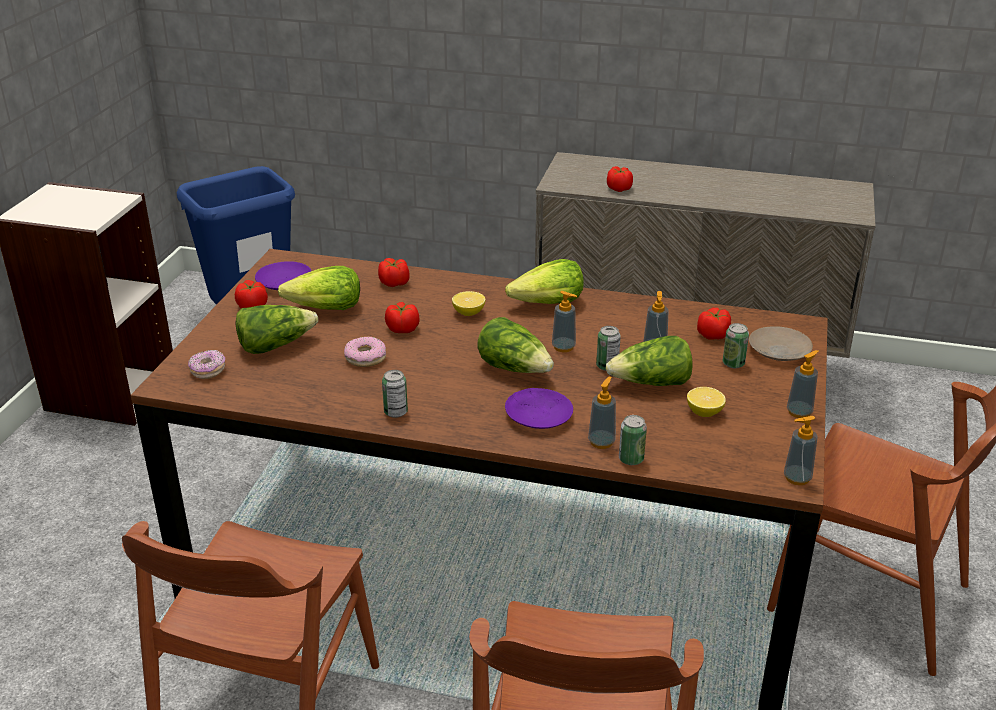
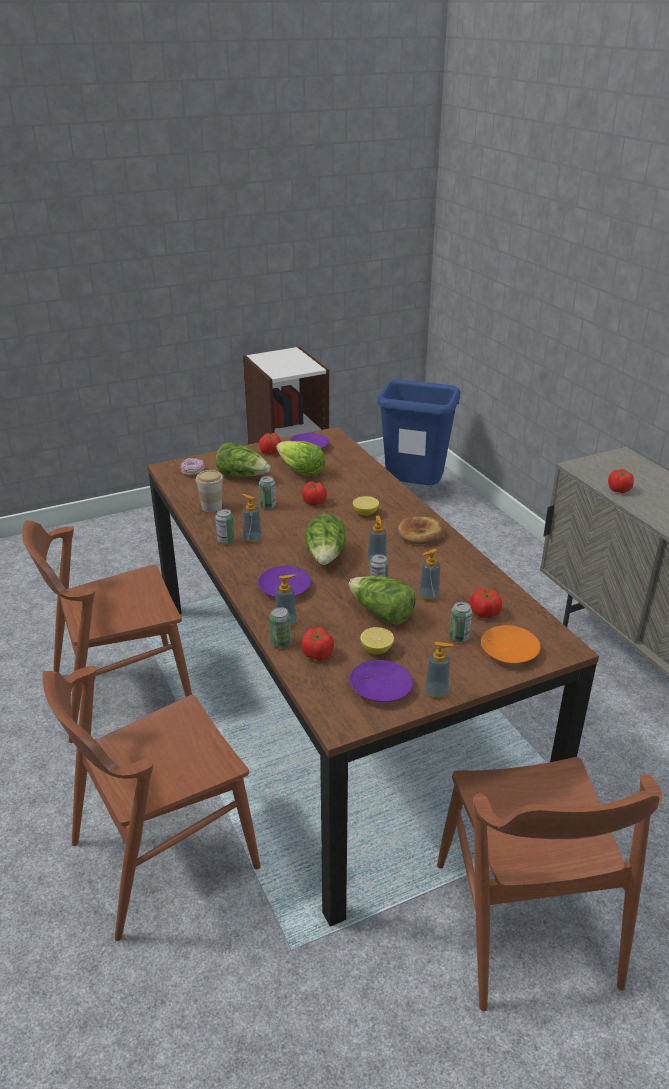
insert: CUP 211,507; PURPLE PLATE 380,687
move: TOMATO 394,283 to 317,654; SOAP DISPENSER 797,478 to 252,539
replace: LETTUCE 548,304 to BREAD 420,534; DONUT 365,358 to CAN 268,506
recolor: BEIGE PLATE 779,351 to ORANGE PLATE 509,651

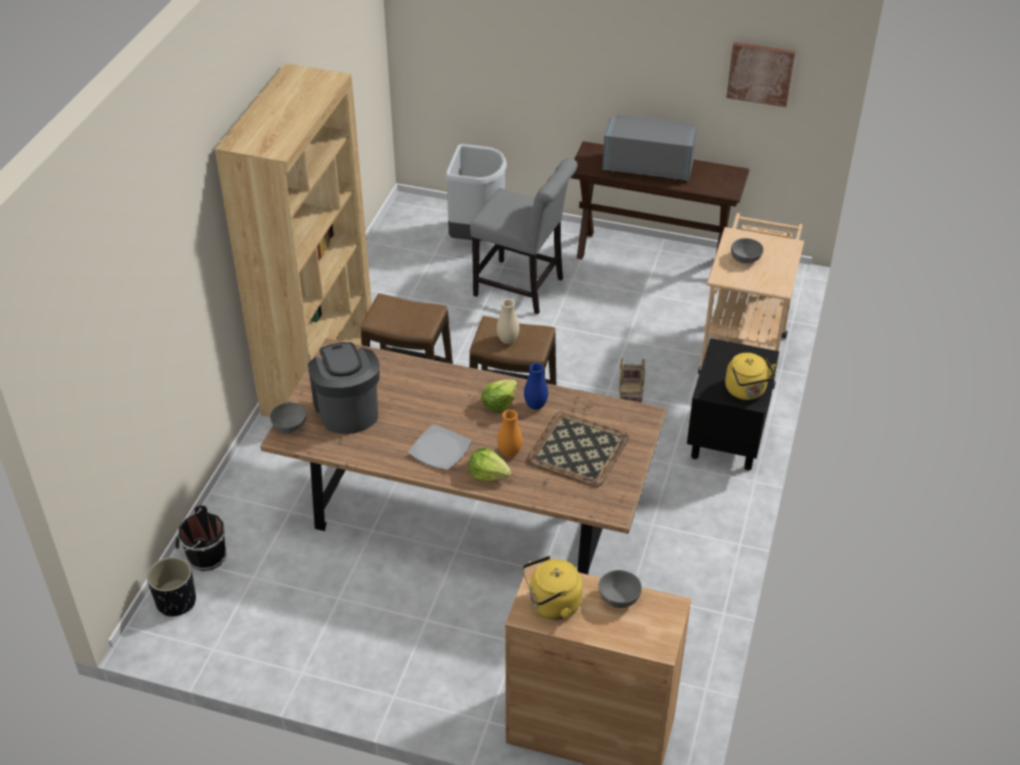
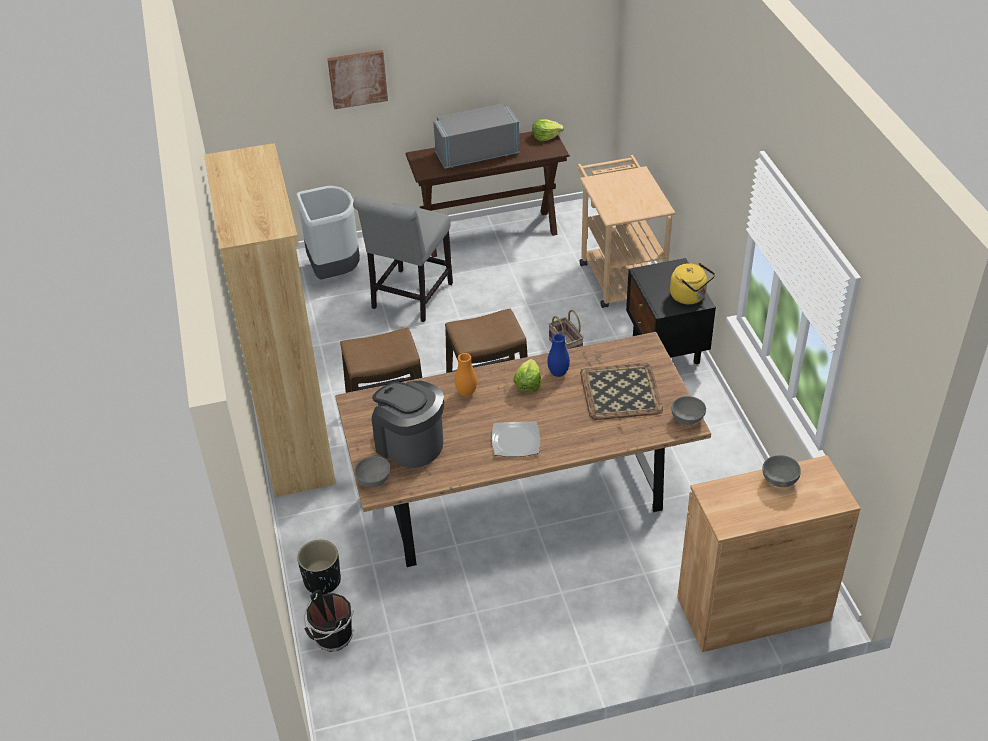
delete: BEIGE VASE 508,340; YELLOW KETTLE 552,605
move: PICTURE 760,73 to 357,78; GREY BOWL 745,260 to 688,419; ORANGE VASE 509,453 to 466,393; LETTUCE 488,474 to 546,136; BLACK PLANTER 176,601 to 322,581
rotate: GREY CHAIR 523,288 = 409,298 120 degrees clockwise

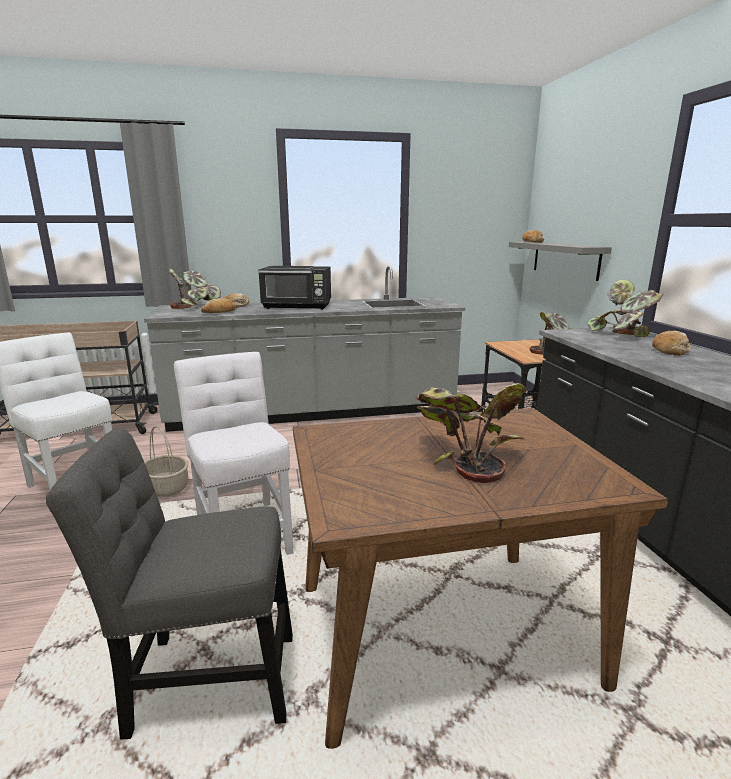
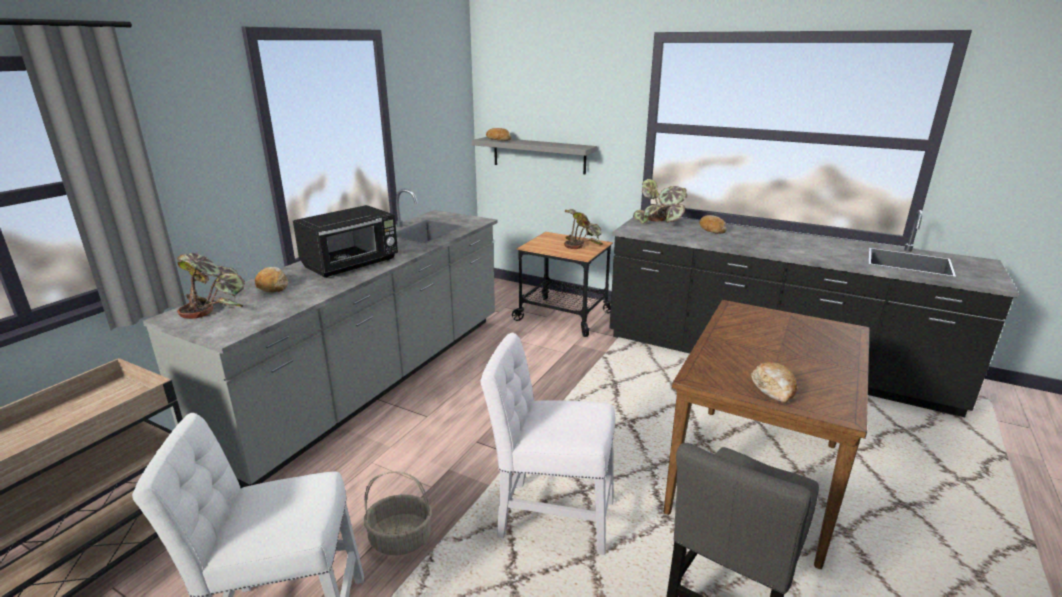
delete: POTTED PLANT 463,457
move: BREAD 219,312 to 774,389

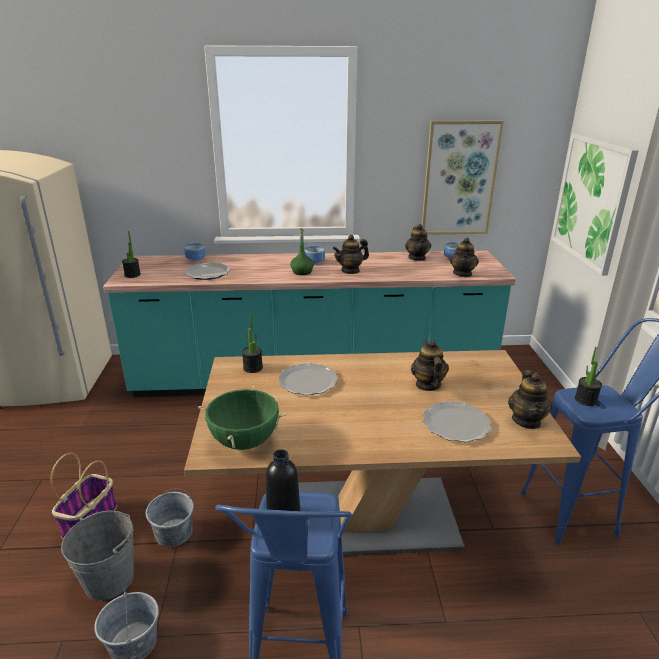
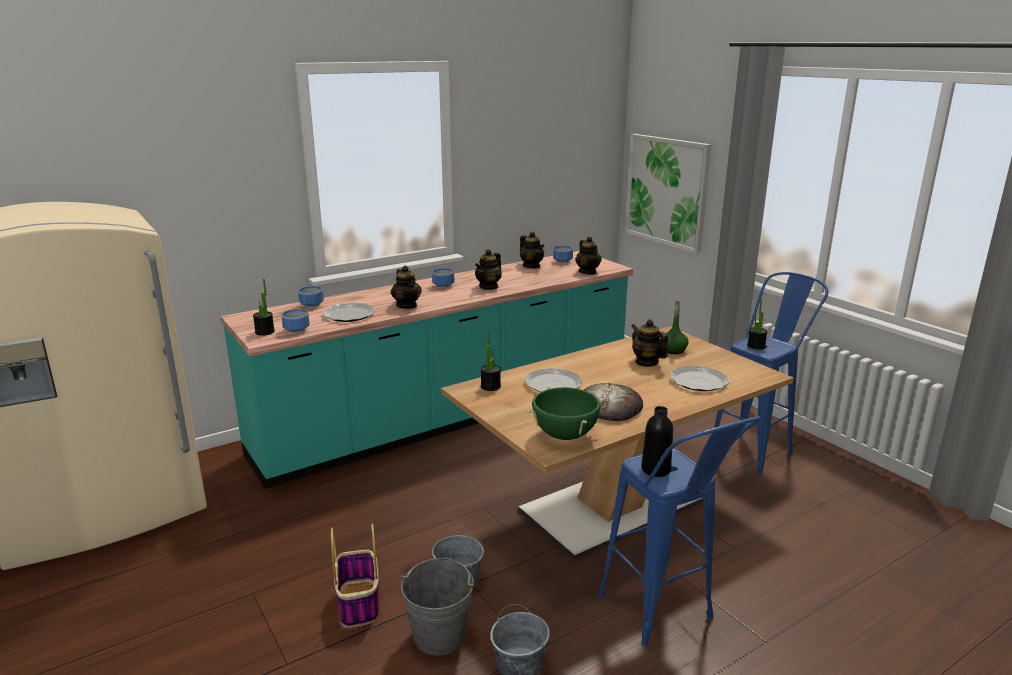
delete: PICTURE 459,179
insert: BOWL 297,330; BREAD 609,406
move: GREEN BOTTLE 302,272 to 673,350; TEAPOT 526,421 to 407,305

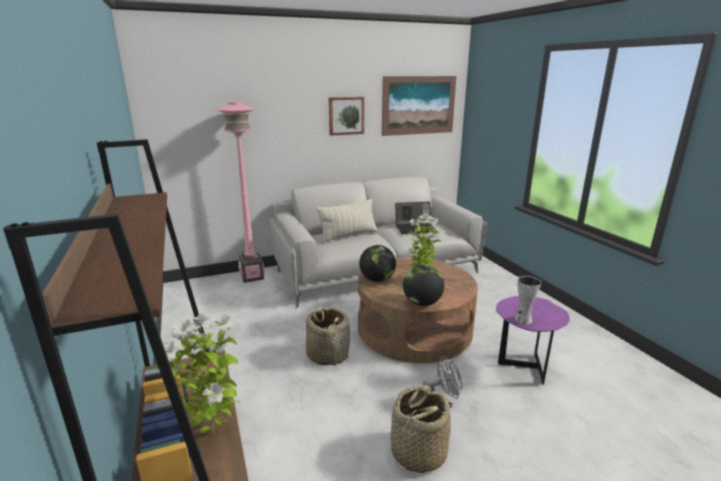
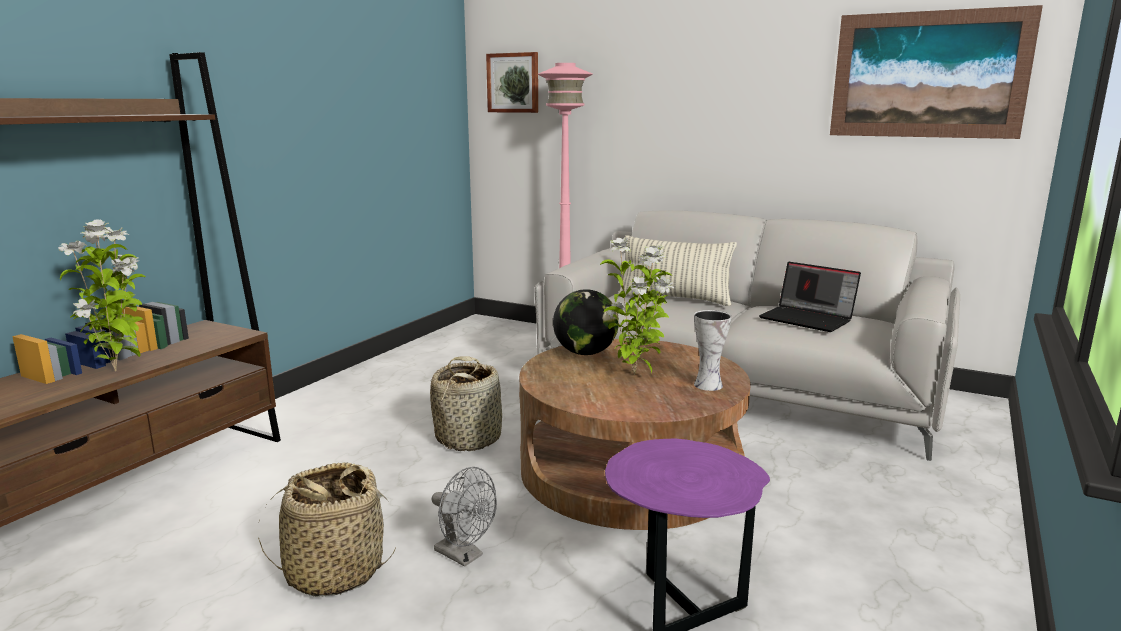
delete: GLOBE 422,303
move: PICTURE 346,115 to 513,83; VASE 522,319 to 707,384

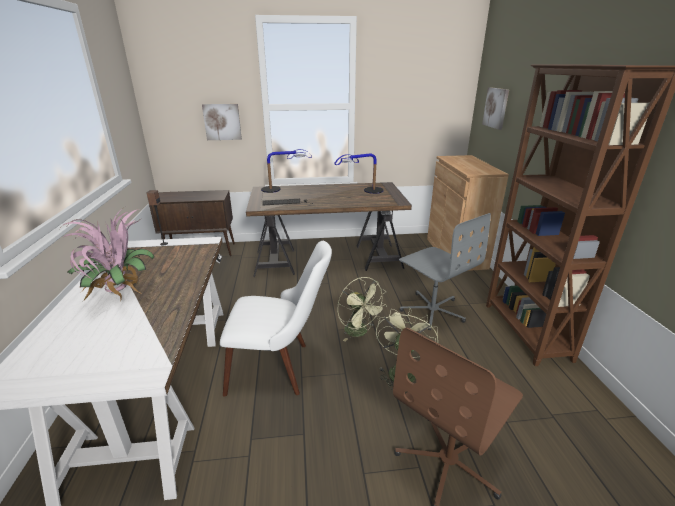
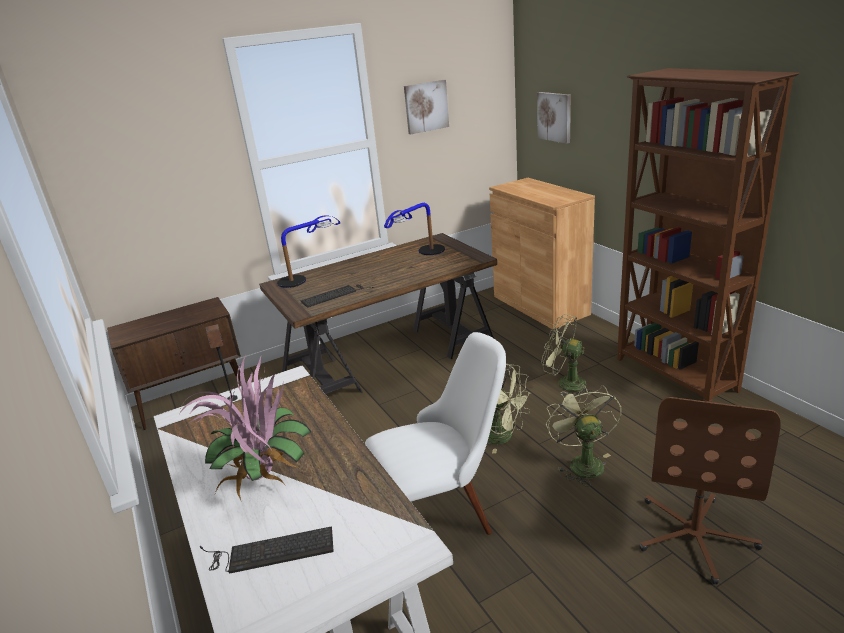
insert: KEYBOARD 268,551
move: PICTURE 222,122 to 426,106
replace: GREY OFFICE CHAIR 432,310 to GREEN FAN 565,383

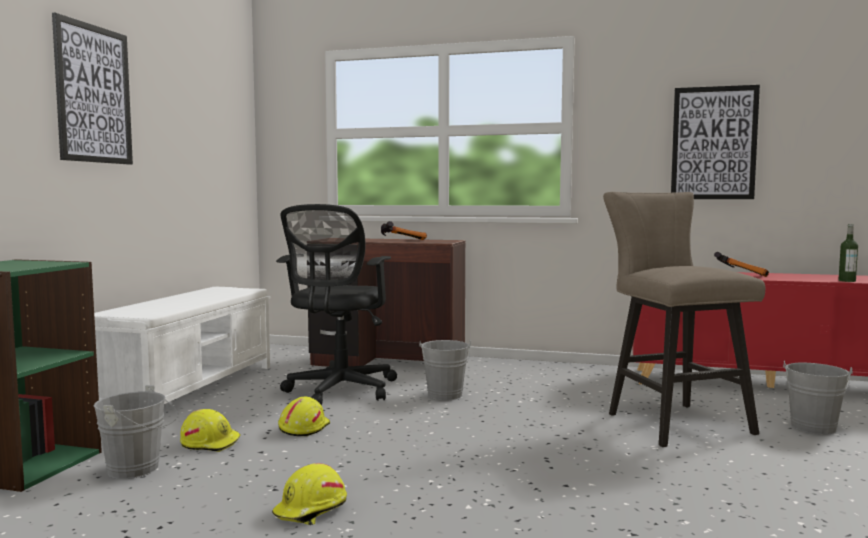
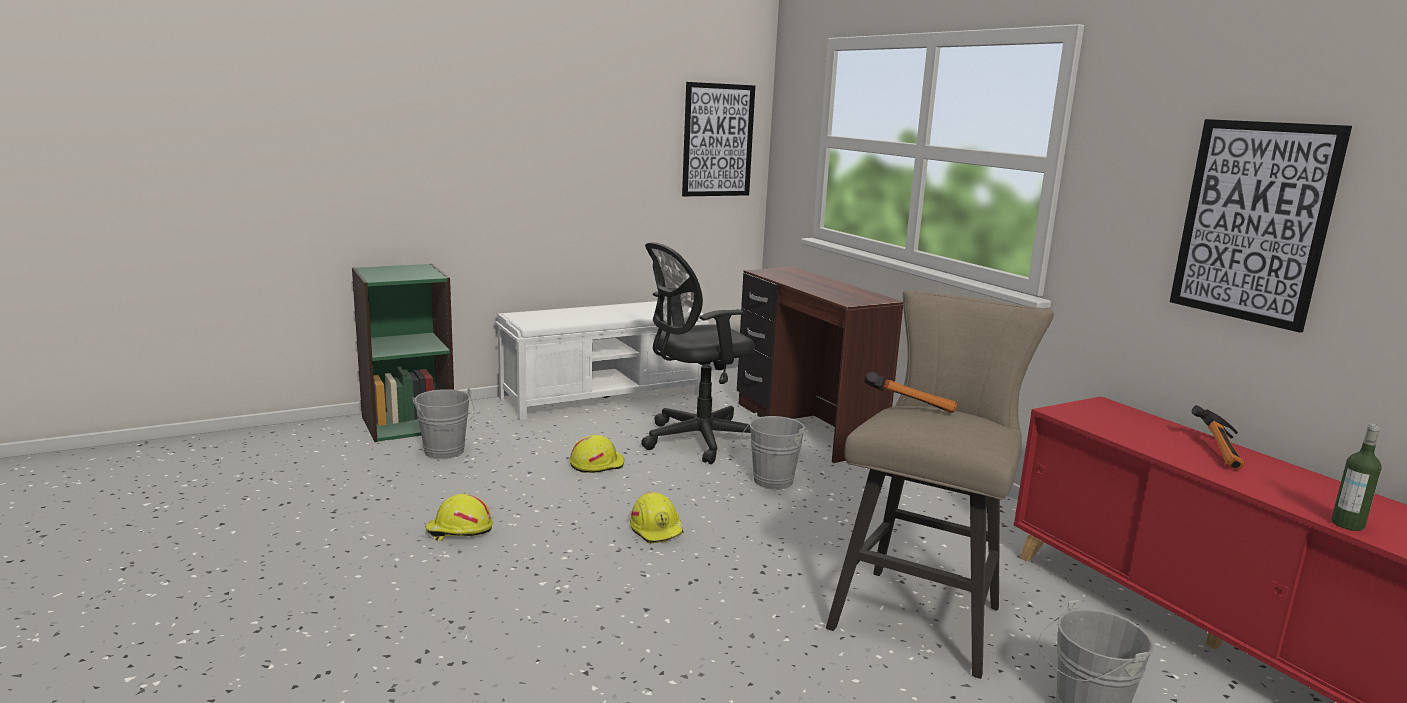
move: PICTURE 93,94 to 718,140; HAMMER 402,240 to 907,406; YELLOW HARD HAT 210,442 to 657,529

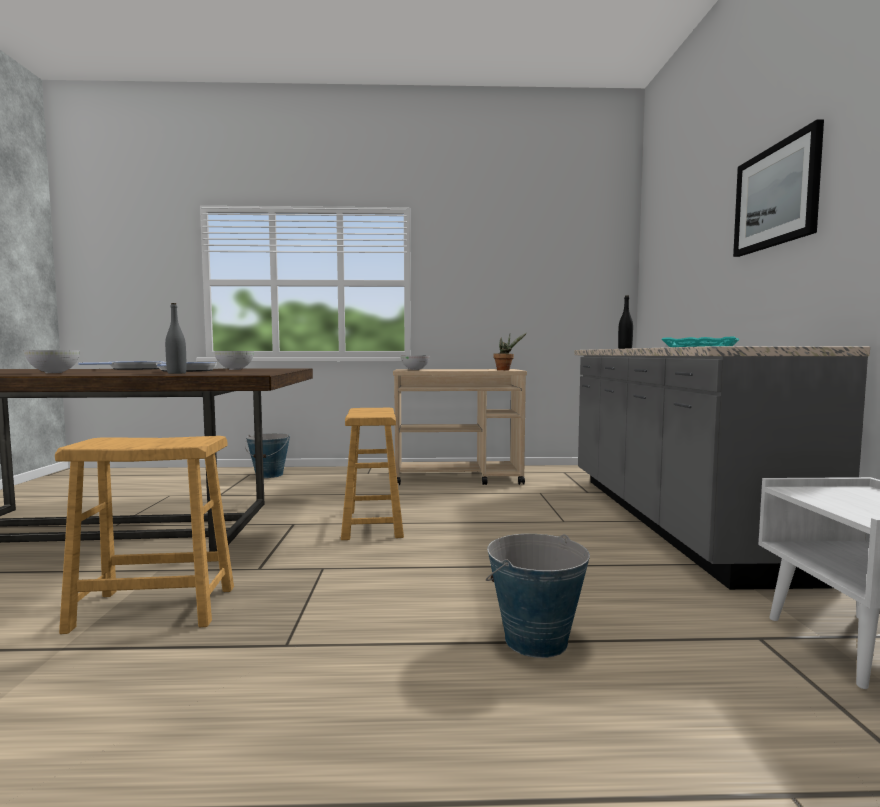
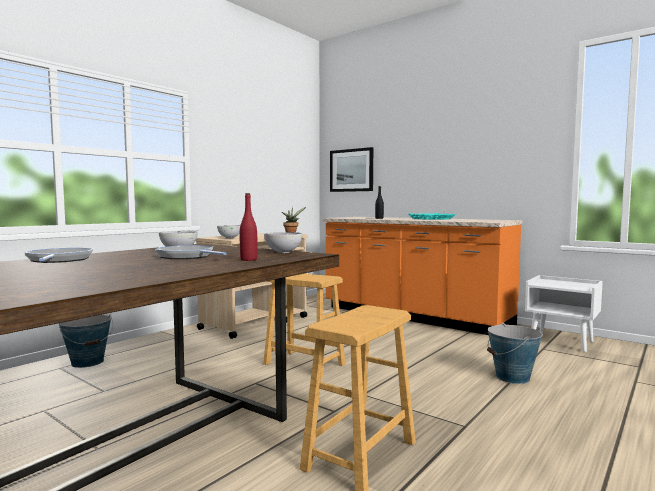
move: PICTURE 776,196 to 351,170; BOWL 53,373 to 283,252
recolor: GREY BOTTLE 176,373 to RED BOTTLE 248,260; GREY COUNTER 670,519 to ORANGE COUNTER 413,316

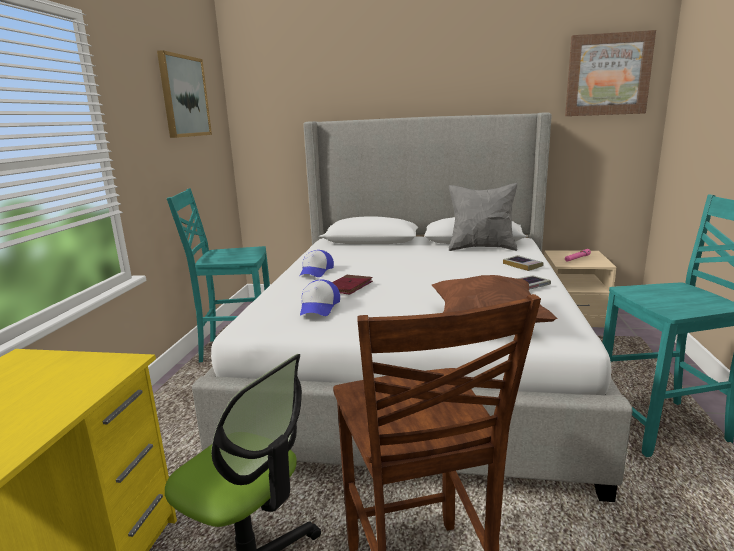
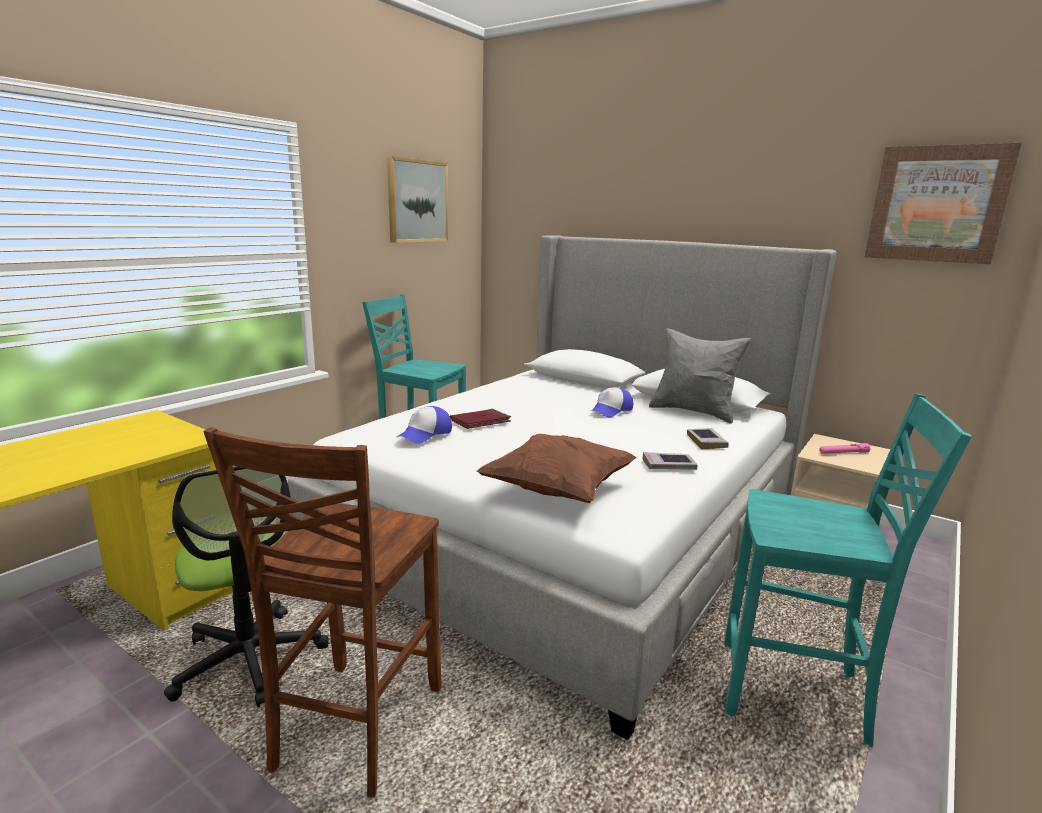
move: CAP 316,271 to 611,410

